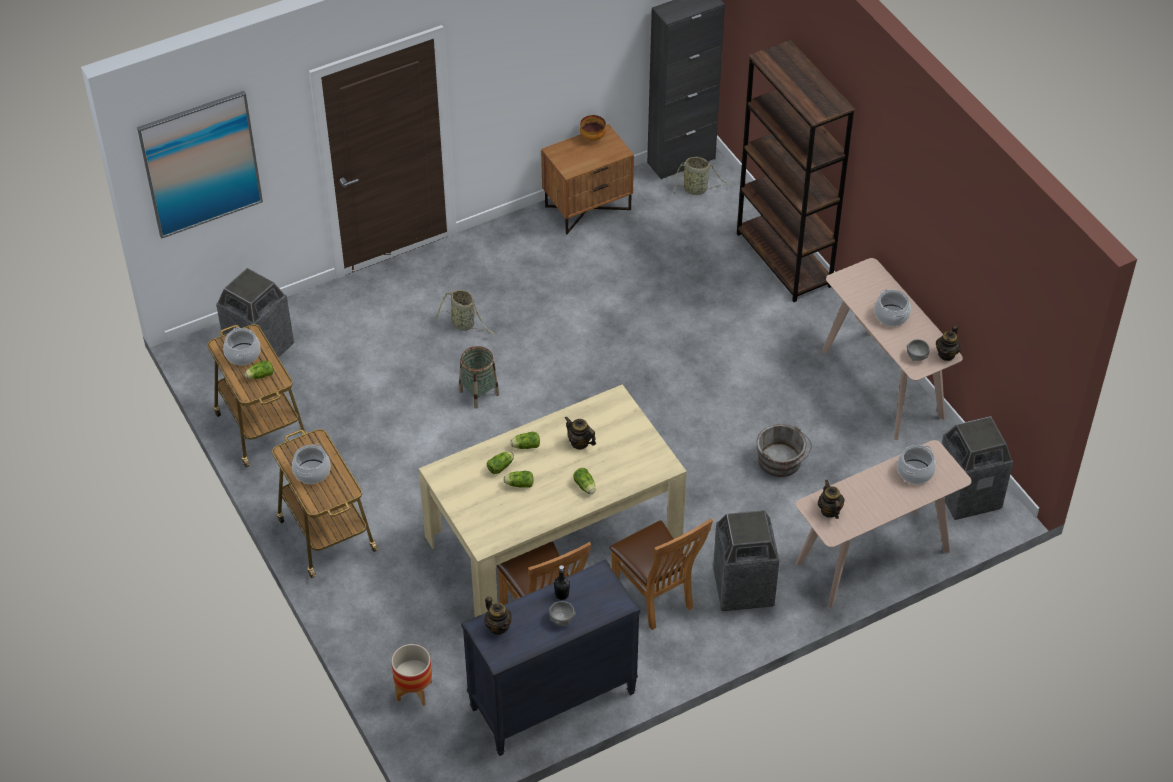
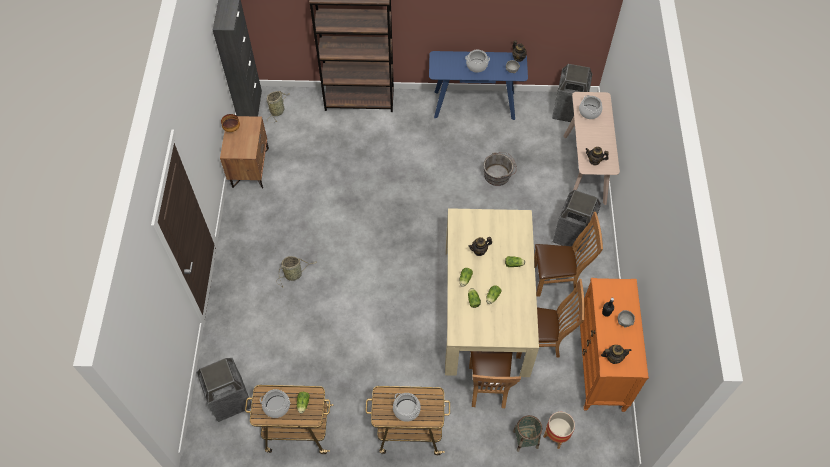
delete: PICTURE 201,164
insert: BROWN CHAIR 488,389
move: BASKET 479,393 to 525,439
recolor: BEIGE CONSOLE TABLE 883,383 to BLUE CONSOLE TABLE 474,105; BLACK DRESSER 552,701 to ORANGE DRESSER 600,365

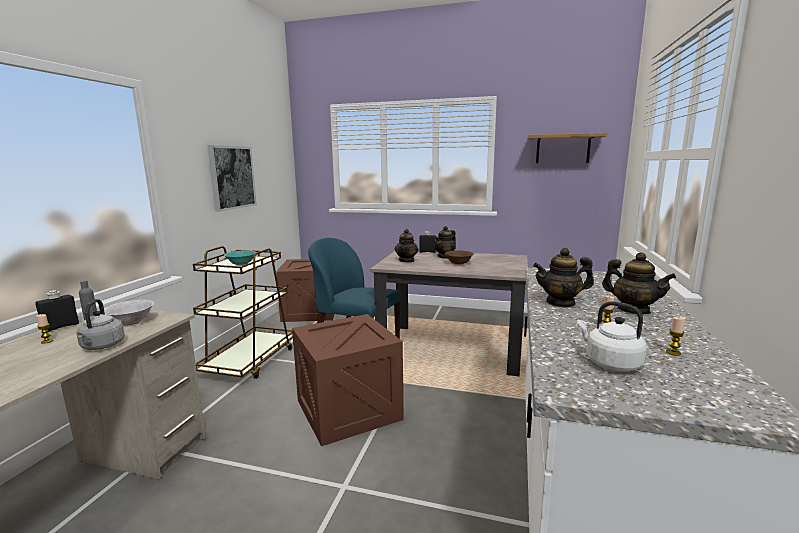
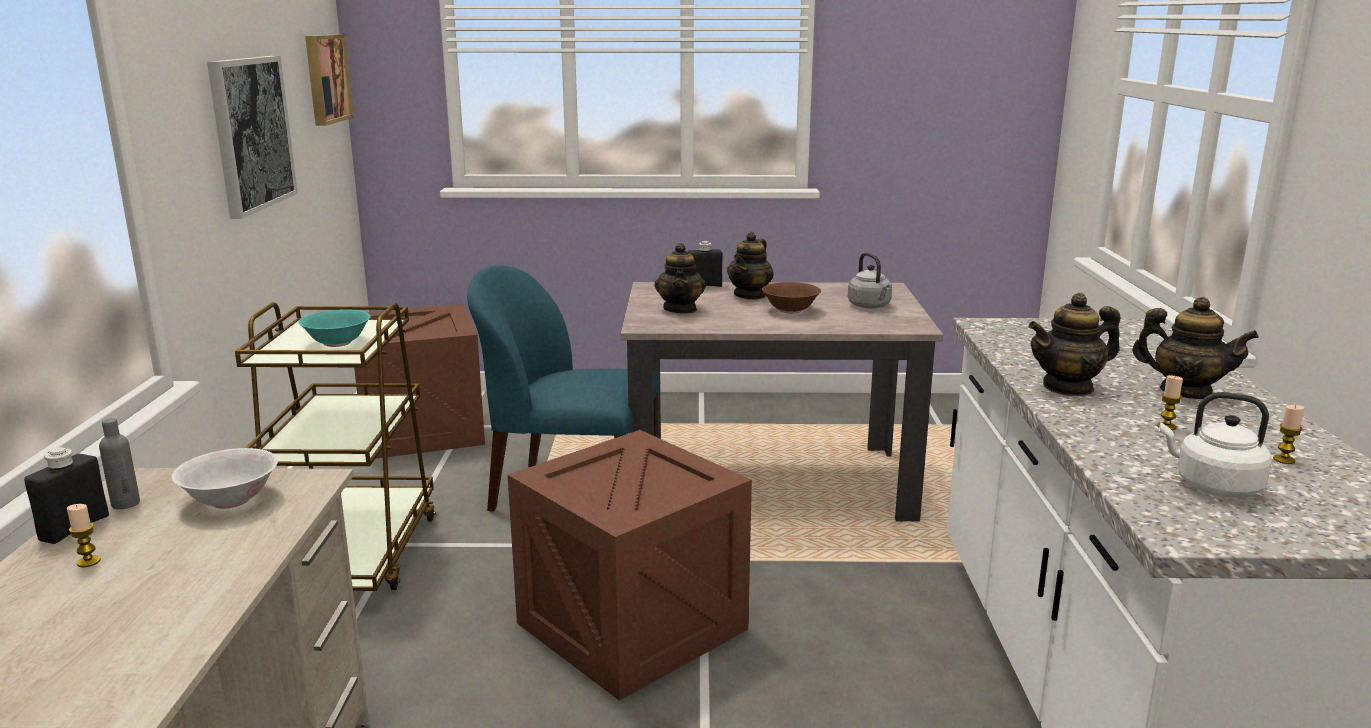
delete: SHELF 562,149
insert: PICTURE 325,78
move: GREY KETTLE 102,346 to 870,306

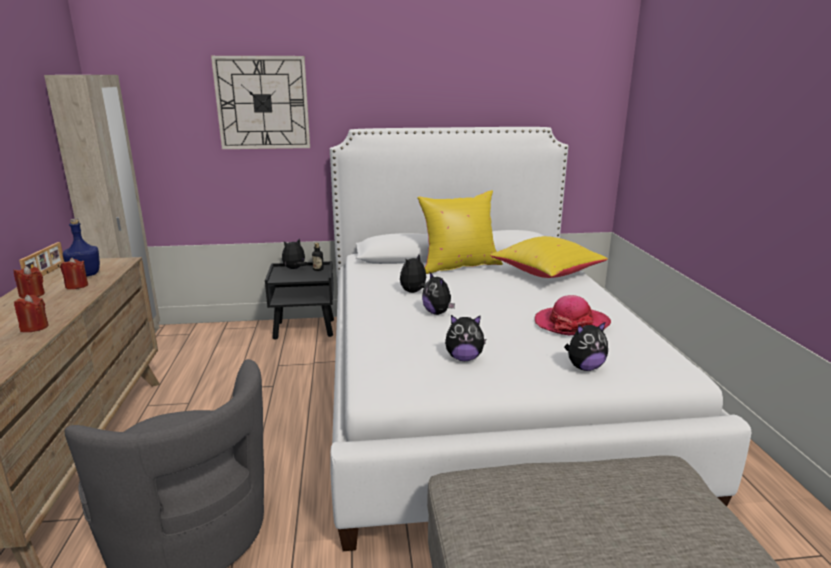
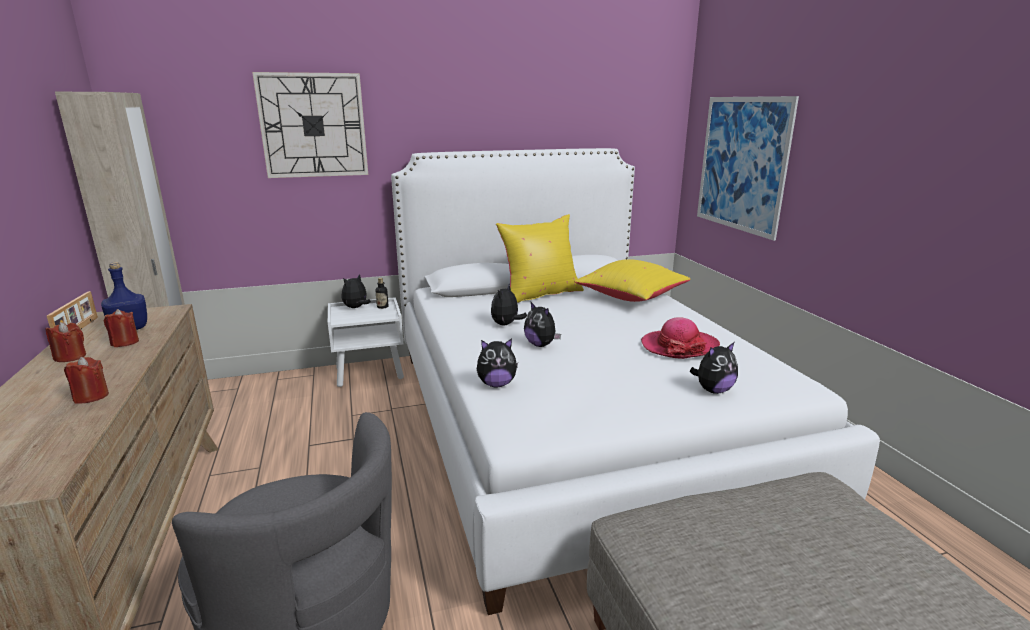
insert: PICTURE 741,164
move: PLUSH TOY 464,358 to 496,384
recolor: BLACK NIGHTSTAND 305,329 to WHITE NIGHTSTAND 370,373

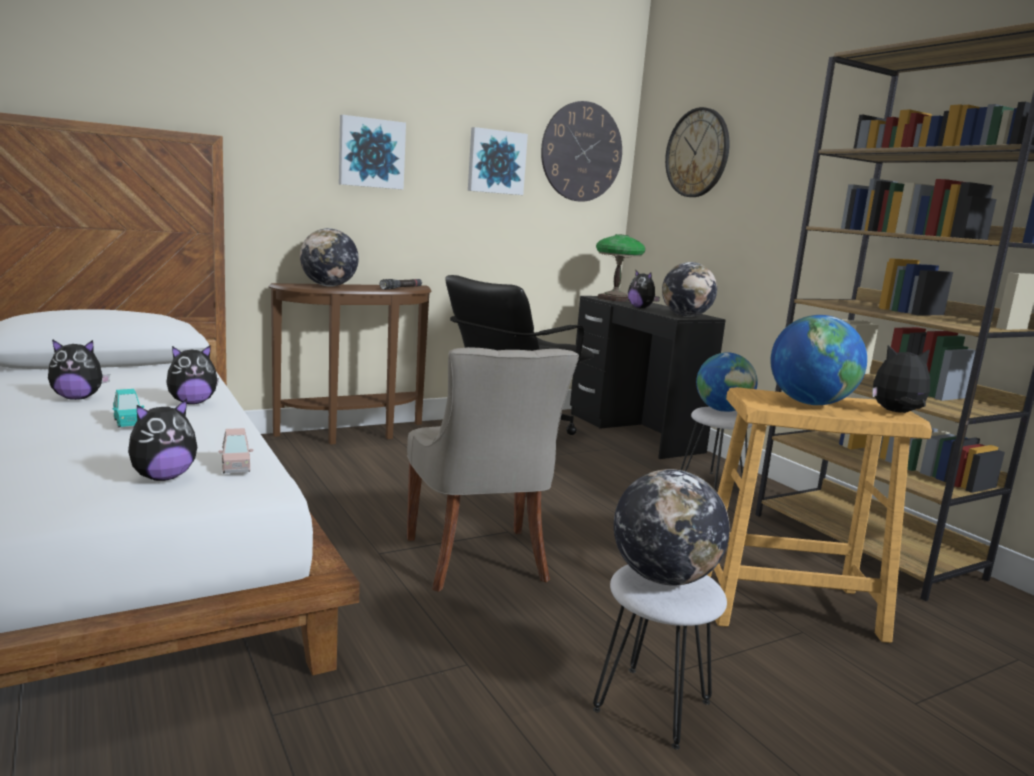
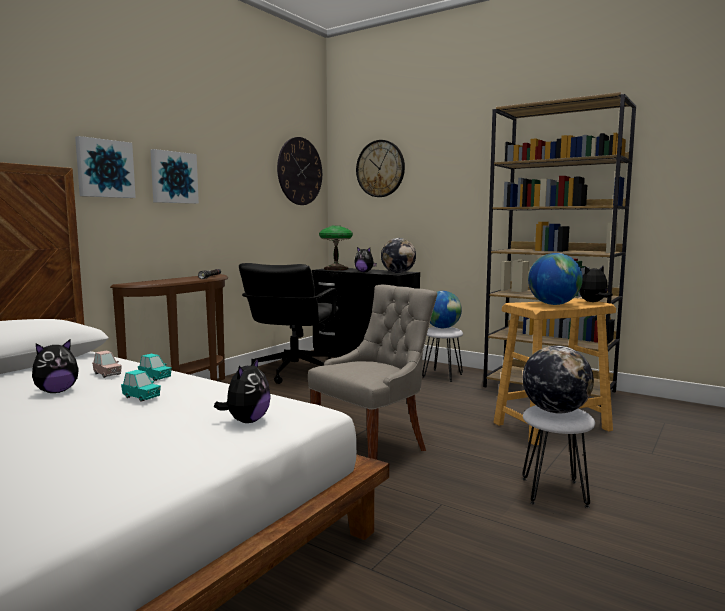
delete: GLOBE 329,286
move: PICTURE 496,162 to 104,168; PINK TOY CAR 236,467 to 107,374
replace: PLUSH TOY 192,403 to TURQUOISE TOY CAR 155,377
rotate: GREY CHAIR 478,560 = 373,449 90 degrees counterclockwise

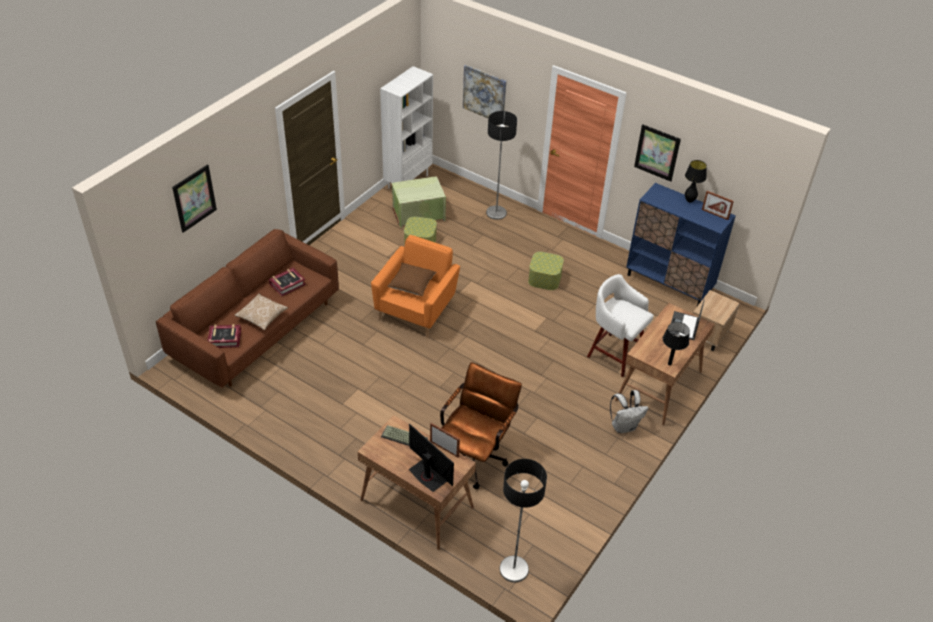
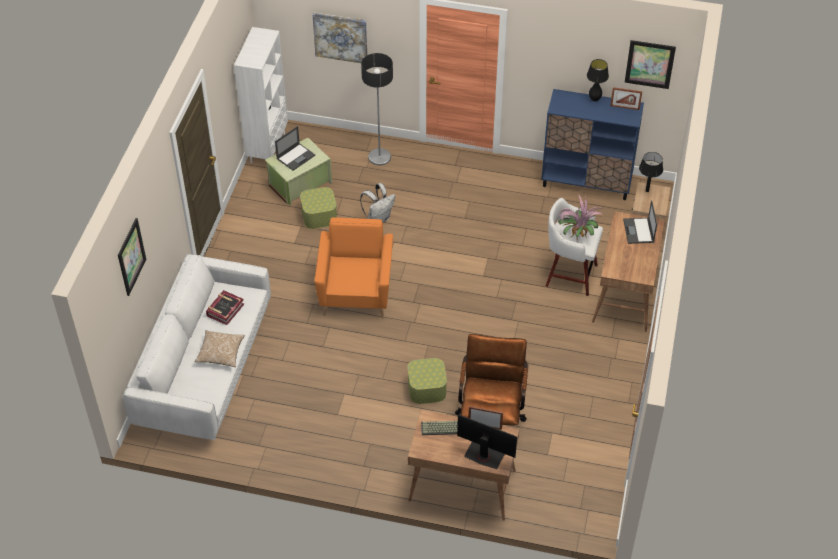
delete: BROWN PILLOW 412,285; BOOK 225,338; FLOOR LAMP 513,569
insert: LAPTOP 296,157; POTTED PLANT 577,235
move: PICTURE 657,152 to 649,64; STORAGE BOX 544,278 to 427,388; BLACK TABLE LAMP 669,363 to 647,190; WHITE BACKPACK 624,426 to 378,219
recolor: BROWN SOFA 256,329 to WHITE SOFA 205,367

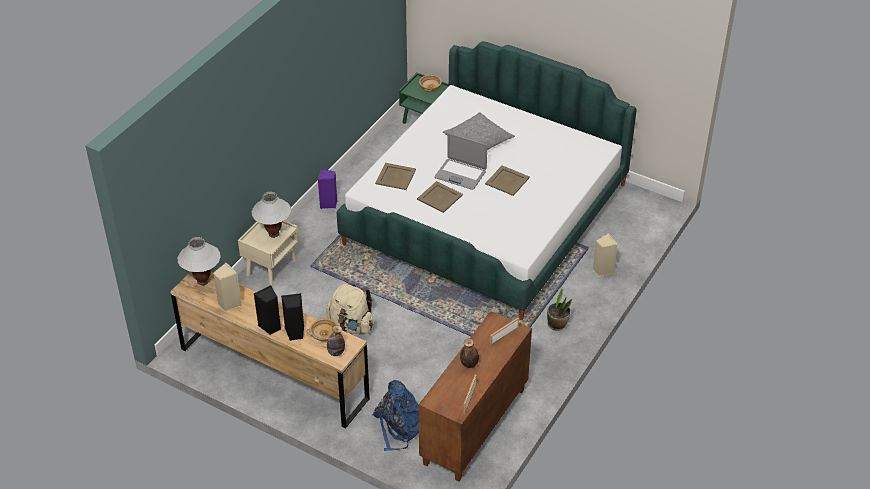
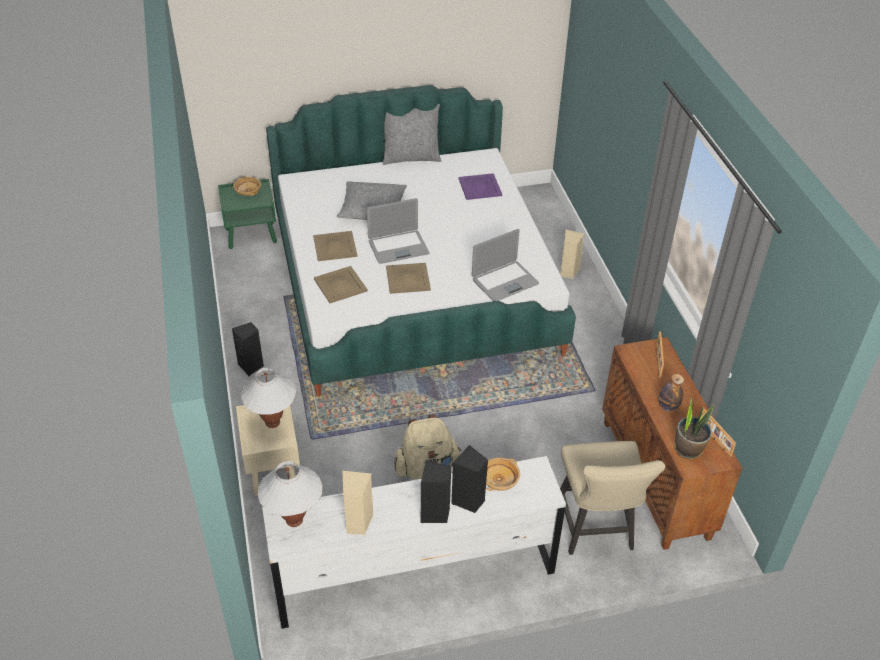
delete: BOTTLE 336,352
insert: GREY PILLOW 411,157; PURPLE TRAY 480,187; LAPTOP 504,281
move: BEIGE TRAY 507,181 to 335,246; POTTED PLANT 557,324 to 688,449
replace: BLUE BACKPACK 399,426 to BEIGE CHAIR 596,531
recolor: PURPLE SPEAKER 328,204 to BLACK SPEAKER 251,366; BROWN DRESSER 274,373 to WHITE DRESSER 414,574

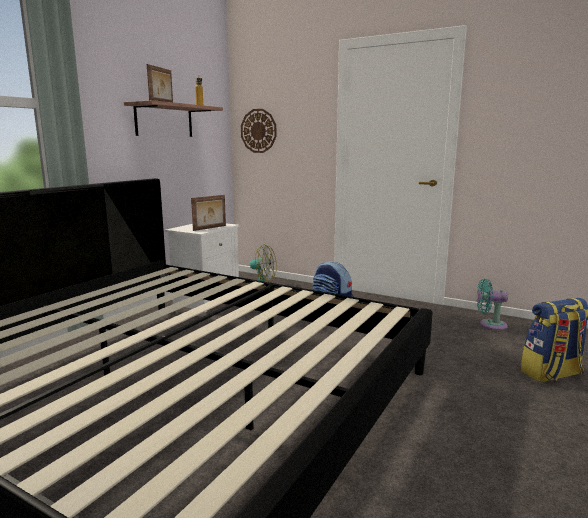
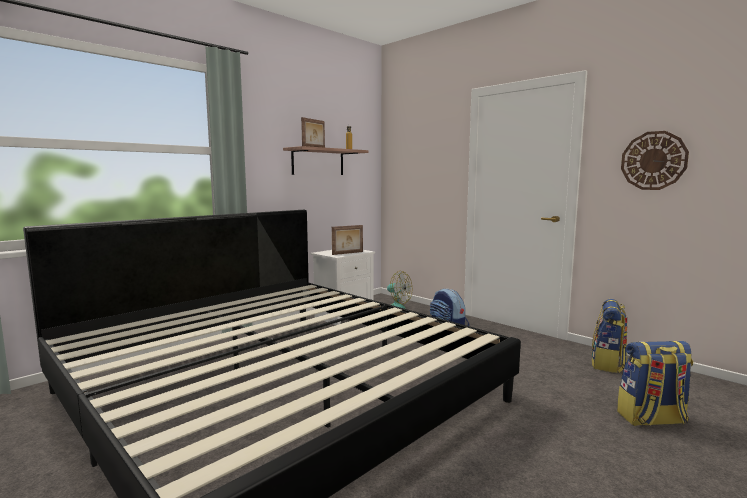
move: WALL CLOCK 258,131 to 653,160
replace: TURQUOISE FAN 490,325 to BACKPACK 607,364

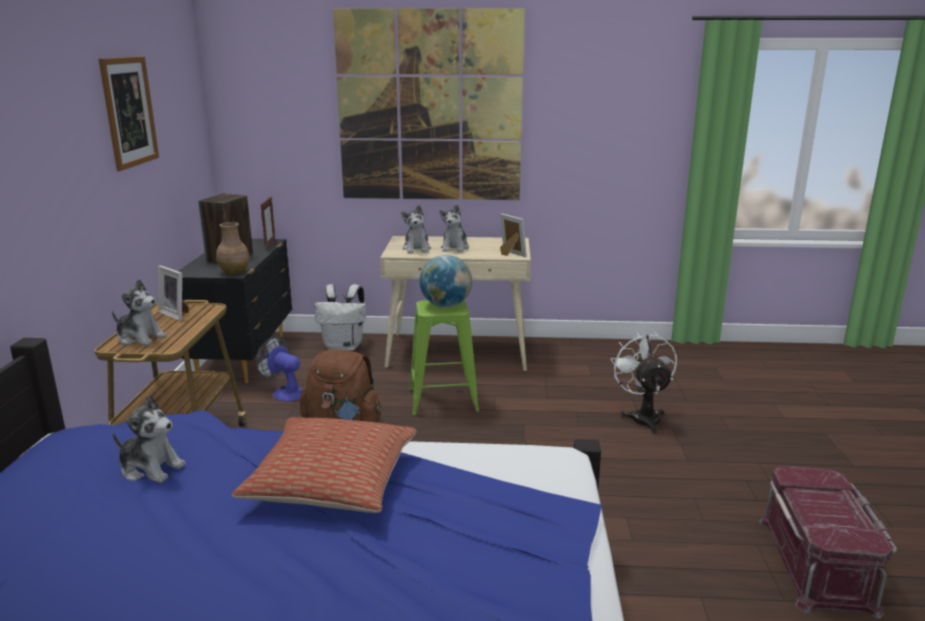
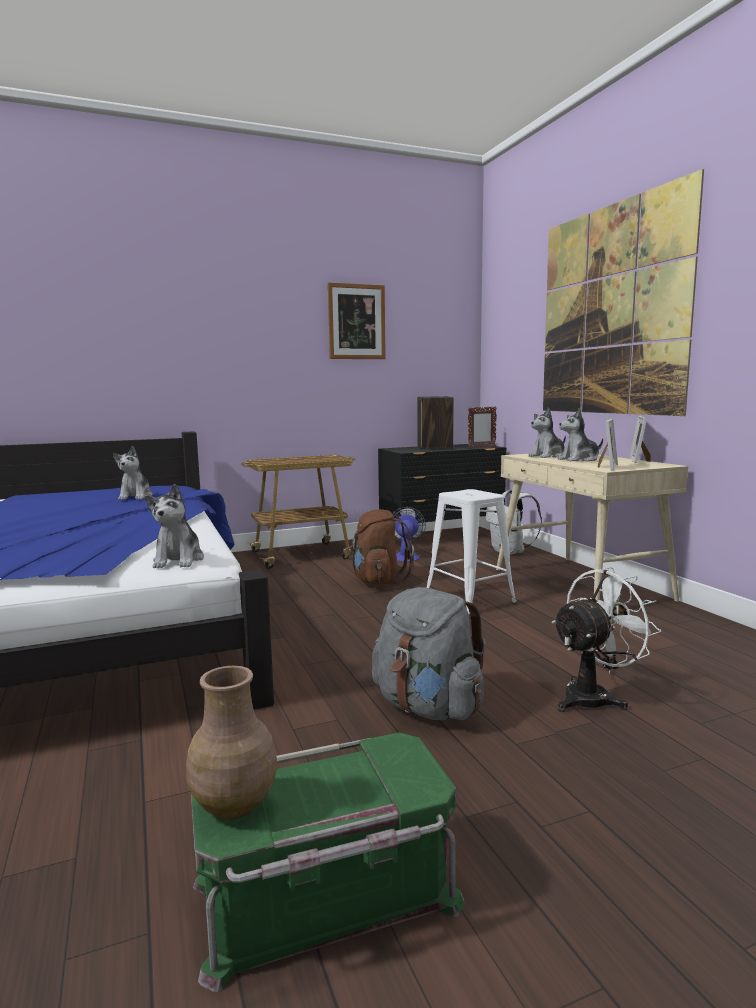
delete: GLOBE 446,305; PILLOW 331,482
insert: GREY BACKPACK 428,707
move: BROWN VASE 235,272 to 235,805; PICTURE FRAME 176,314 to 640,461; PLUSH TOY 140,338 to 178,560
recolor: GREEN STOOL 444,401 to WHITE STOOL 469,599; RED STORAGE BOX 818,563 to GREEN STORAGE BOX 326,896

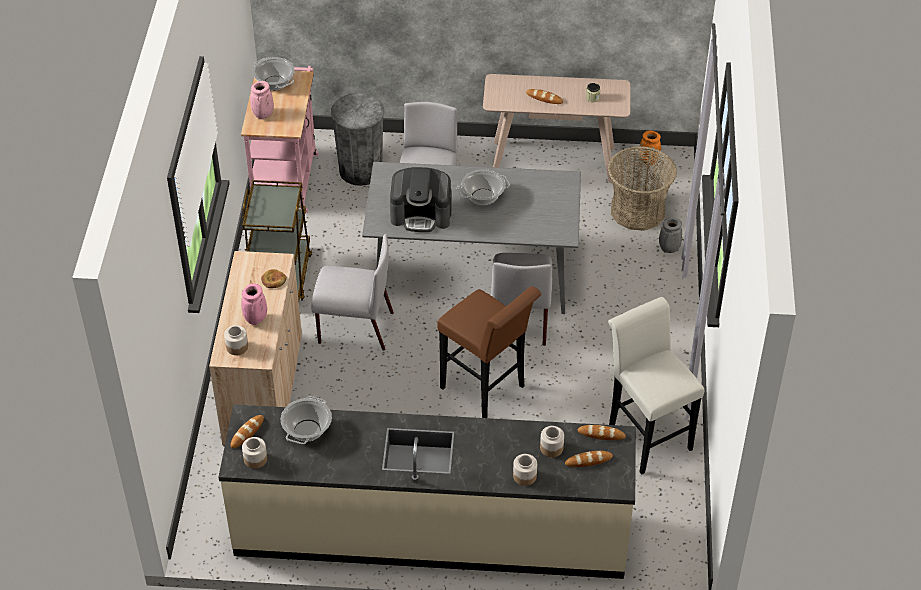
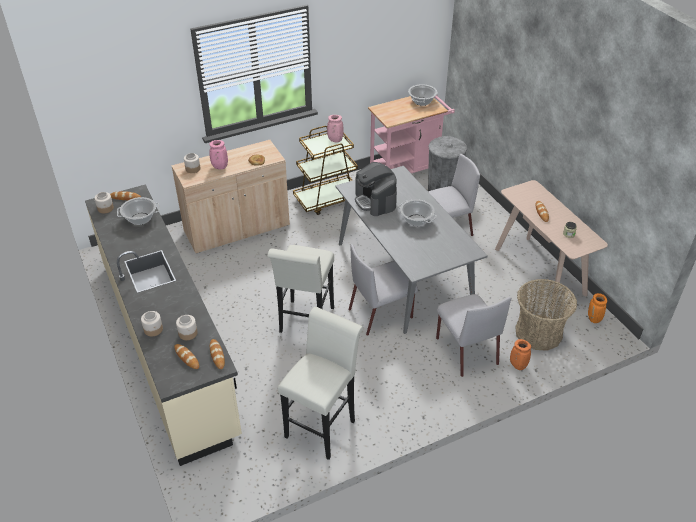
move: PINK VASE 263,115 to 335,140; GREY CHAIR 354,328 to 466,350
recolor: GREY VASE 668,249 to ORANGE VASE 517,365; BROWN STOOL 487,390 to WHITE STOOL 305,323

